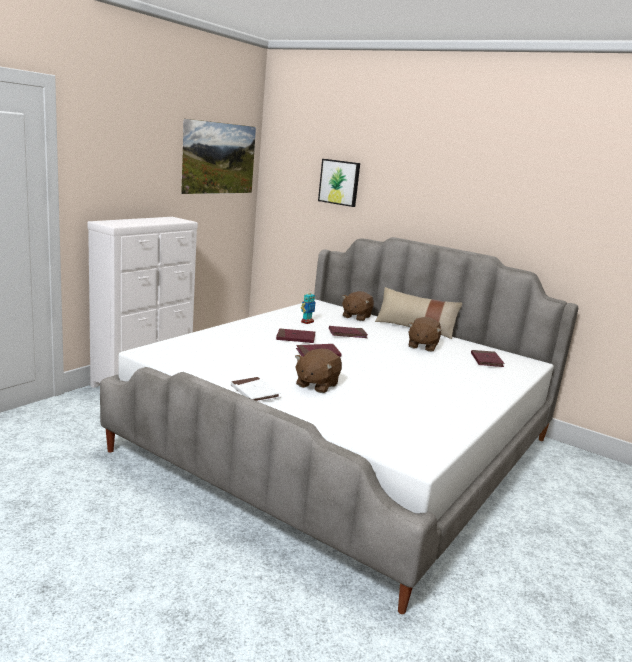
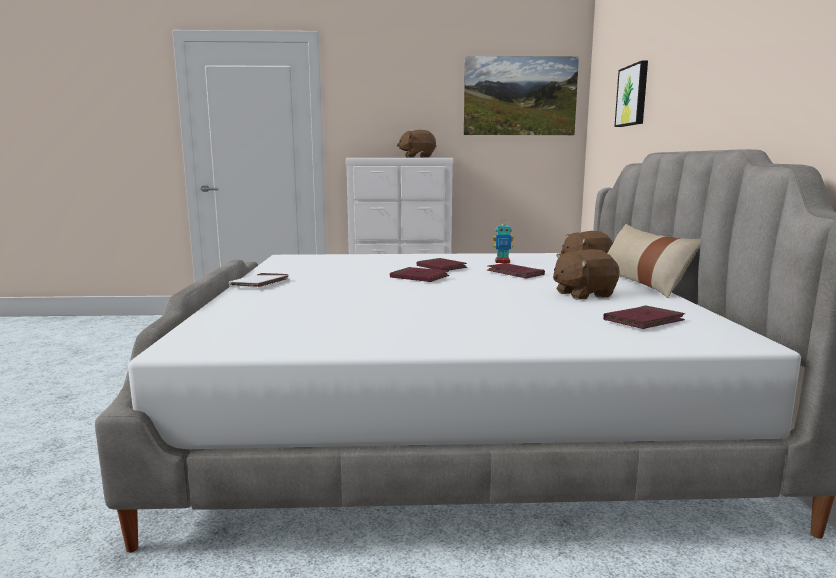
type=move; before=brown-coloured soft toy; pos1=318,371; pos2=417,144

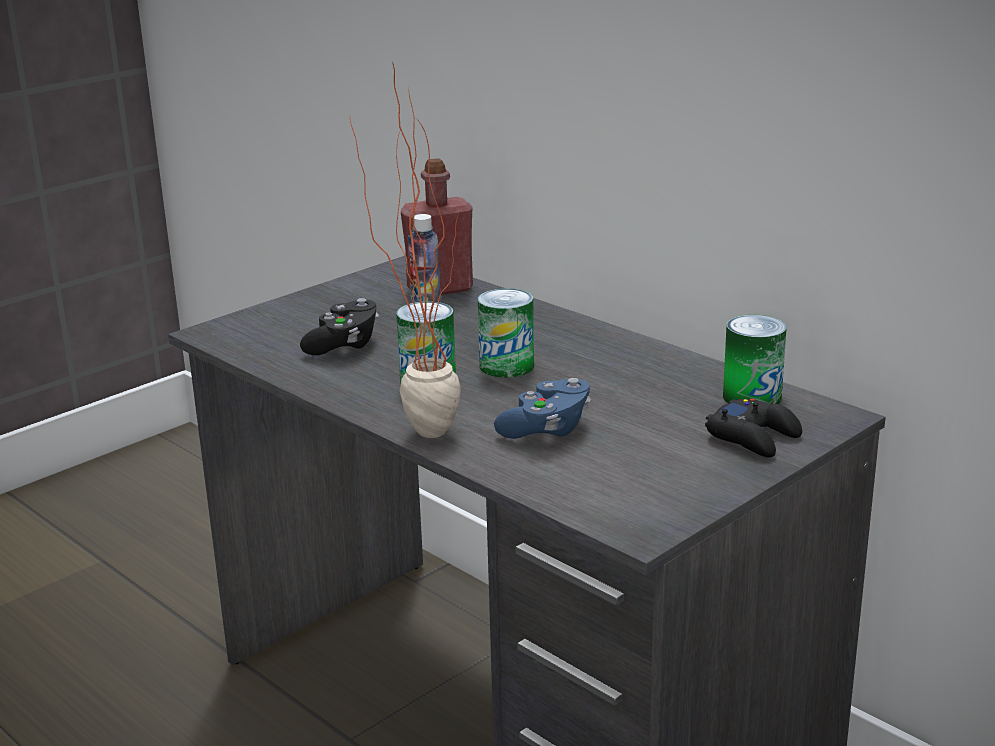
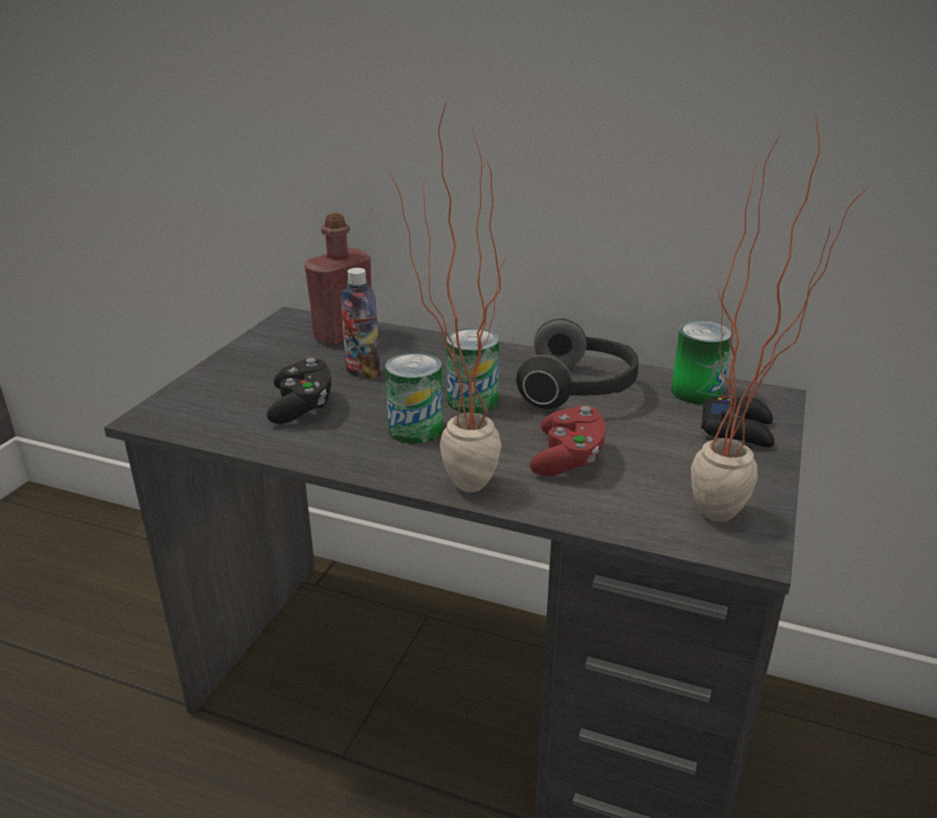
type=insert; after=pair of headphones; pos2=577,363
type=recolor; before=blue-coloured game controller; after=reddish game controller; pos1=542,408; pos2=567,441
type=insert; after=potted plant; pos2=779,319

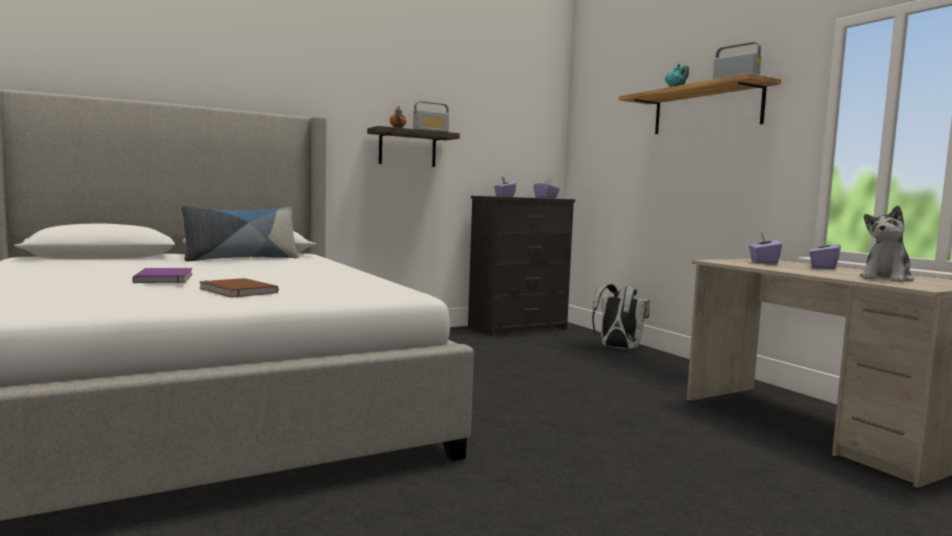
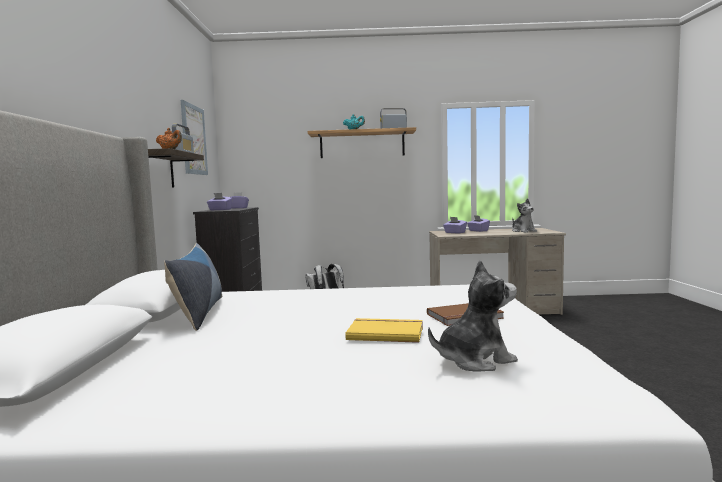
type=insert; after=picture; pos2=194,137
type=recolor; before=purple bound book; after=yellow bound book; pos1=162,275; pos2=384,330
type=insert; after=soft toy; pos2=473,316

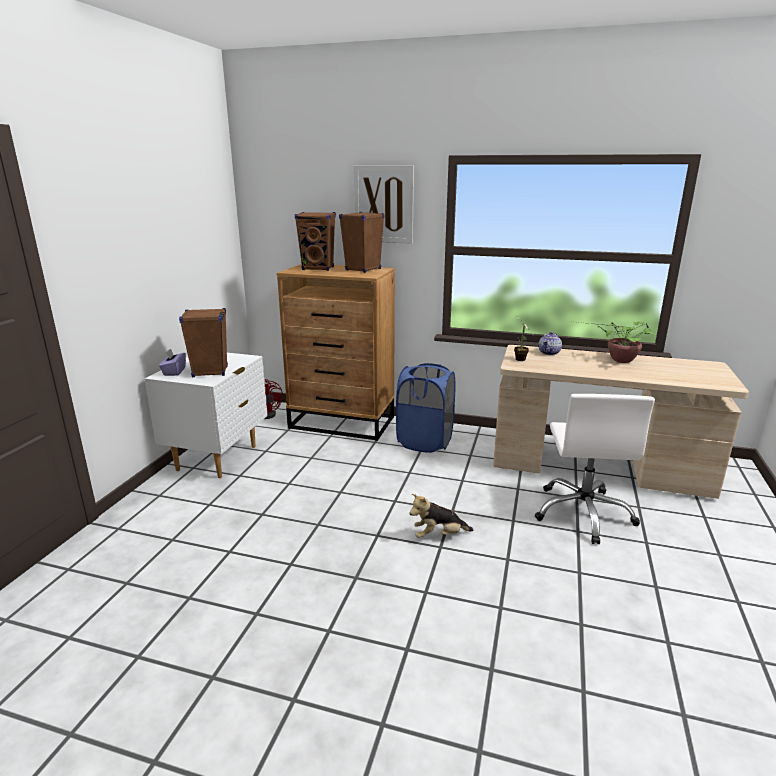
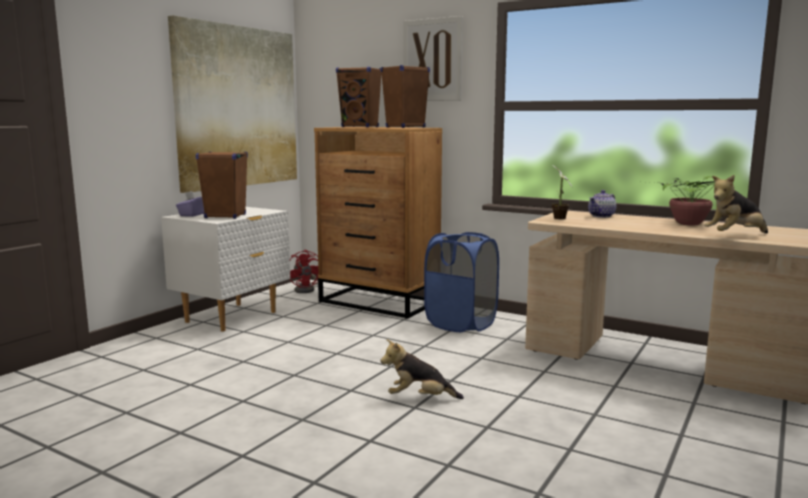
type=insert; after=picture; pos2=232,104
type=insert; after=soft toy; pos2=736,204
type=delete; before=whitish computer chair; pos1=595,469

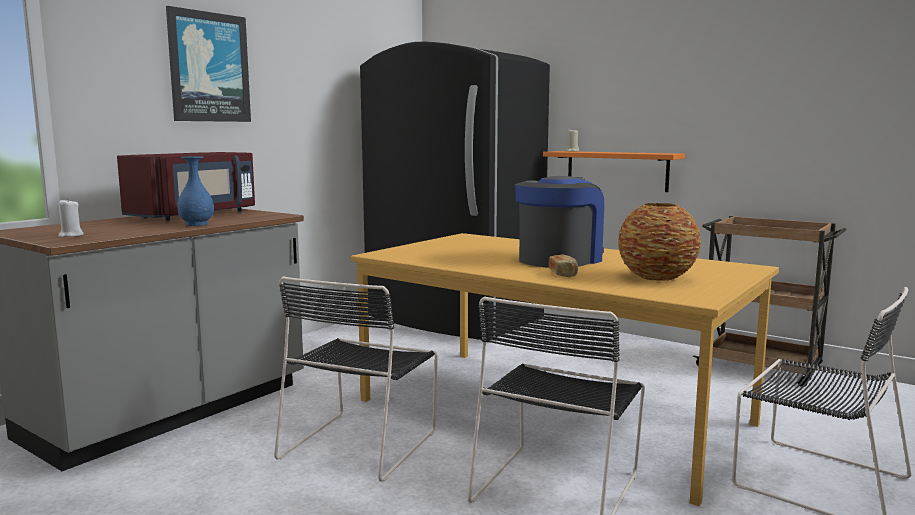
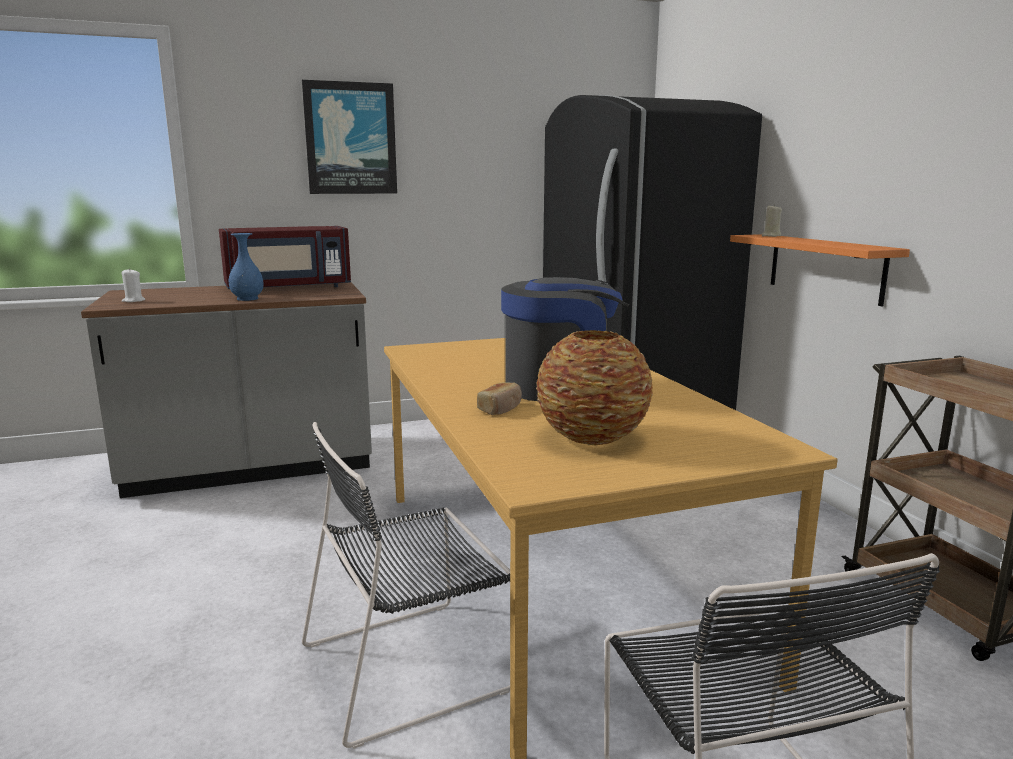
type=delete; before=blackish upright chair; pos1=356,379

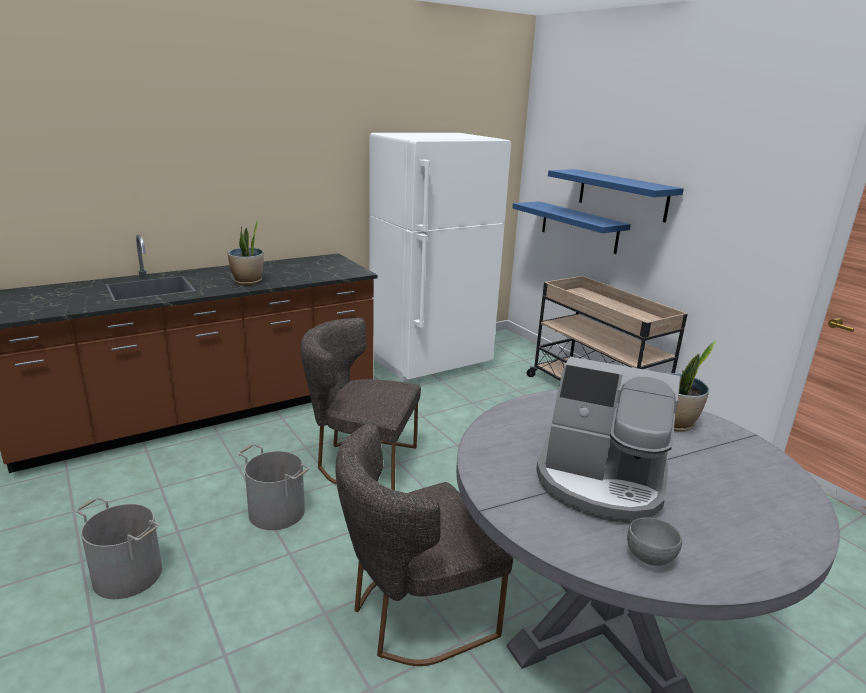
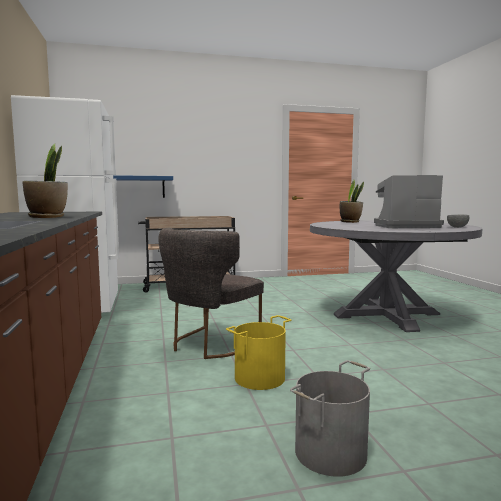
type=recolor; before=grey pail; after=yellow pail; pos1=274,487; pos2=258,352
type=rotate; before=coffee brewer; pos1=608,440; pos2=409,201; turn=-135
type=delete; before=grey upright chair; pos1=424,545
type=delete; before=blue-coloured shelf; pos1=616,196

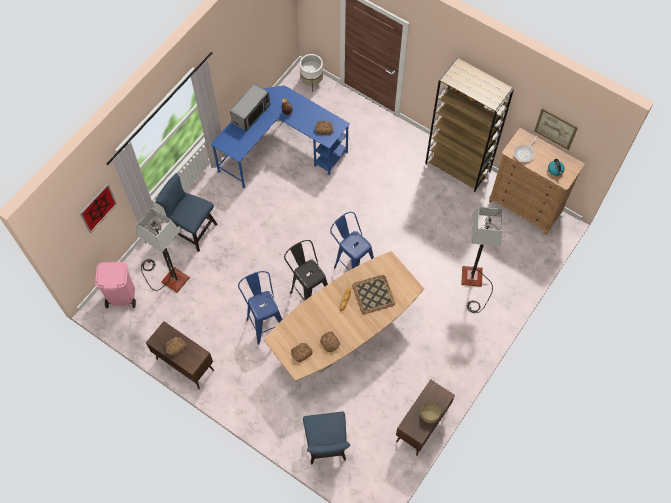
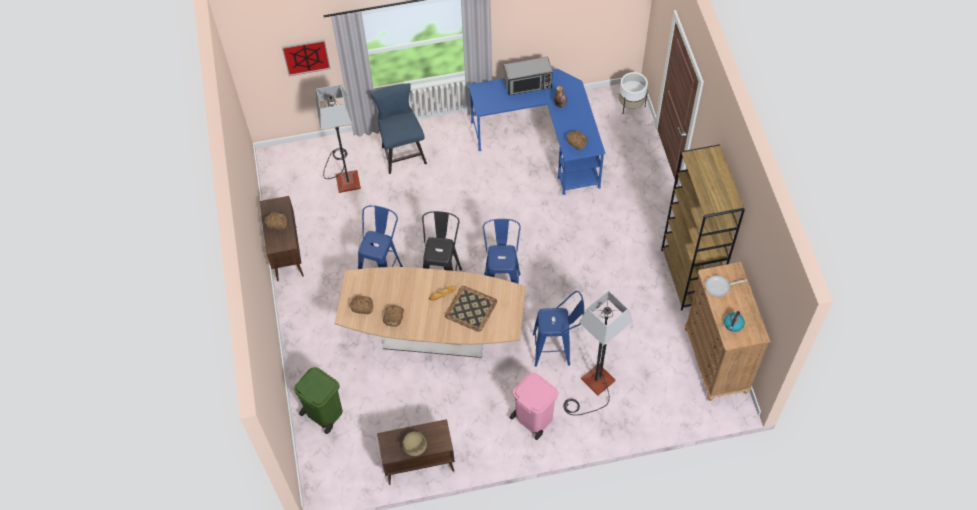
type=replace; before=blue-coloured upright chair; after=greenish trash can; pos1=326,438; pos2=318,400
type=move; before=pinkish trash can; pos1=115,285; pos2=534,406
type=insert; after=blue-coloured sitting stool; pos2=558,329
type=delete; before=picture; pos1=556,129

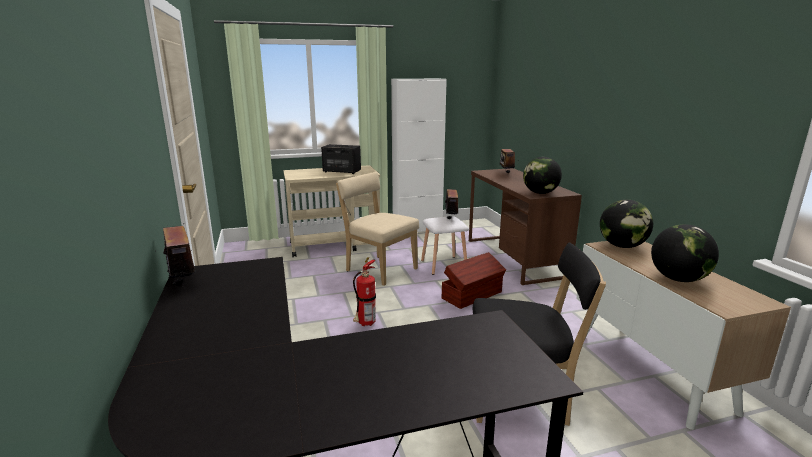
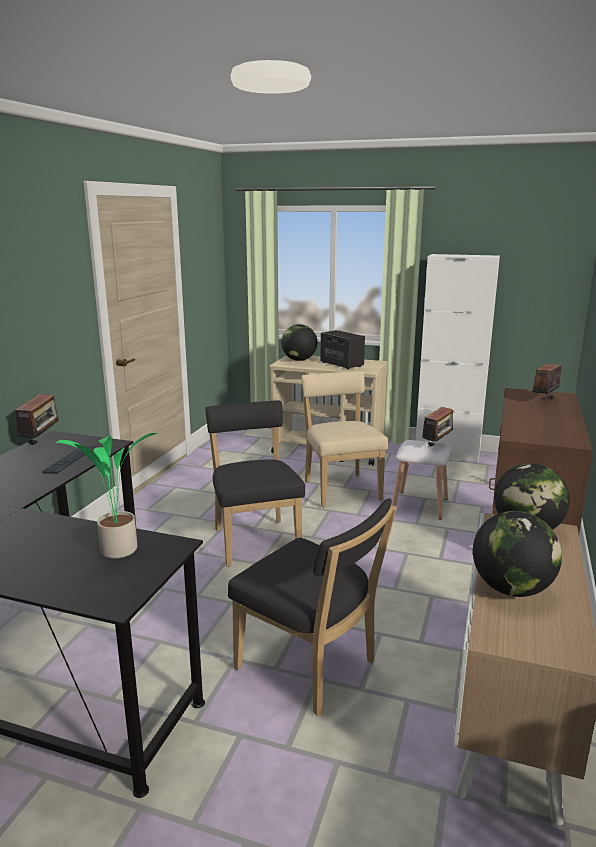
type=insert; after=computer keyboard; pos2=69,460
type=insert; after=potted plant; pos2=106,496
type=replace; before=extinguisher; after=blackish upright chair; pos1=364,291; pos2=255,484
type=move; before=desk globe; pos1=542,175; pos2=299,342
type=delete; before=brown-coloured storage bin; pos1=474,280

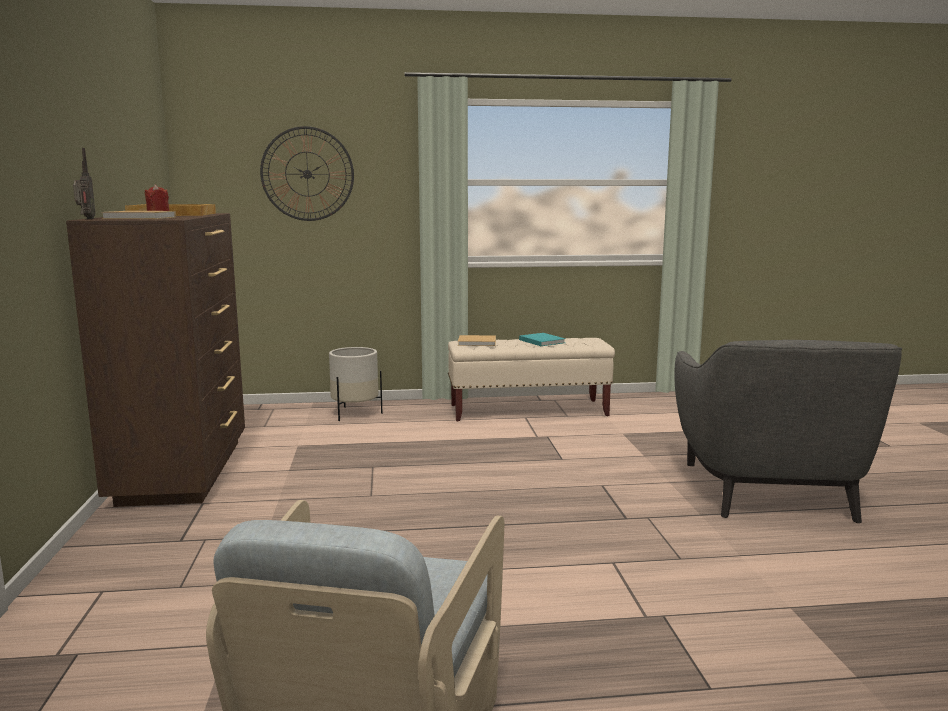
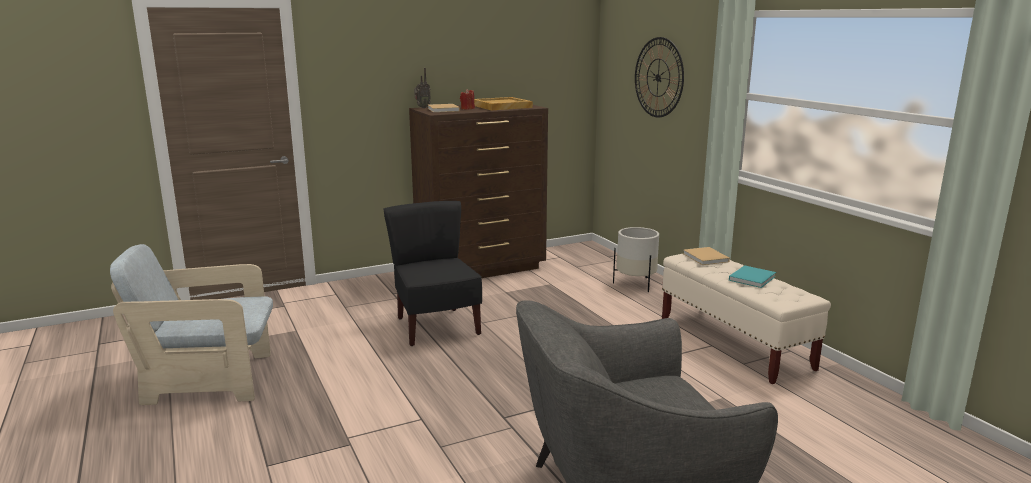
type=insert; after=blackish upright chair; pos2=432,273

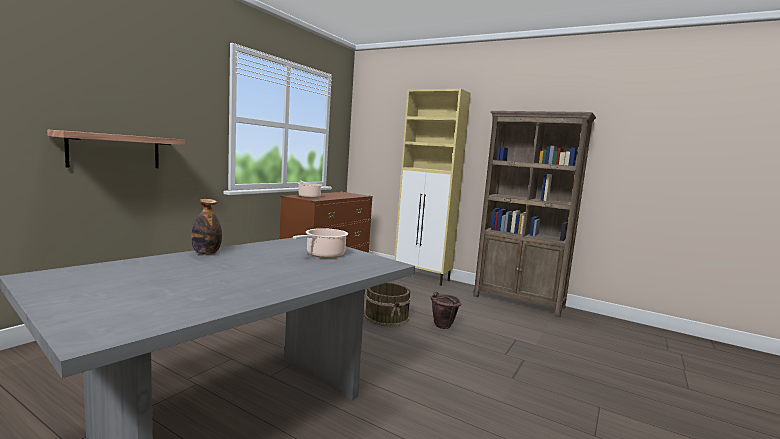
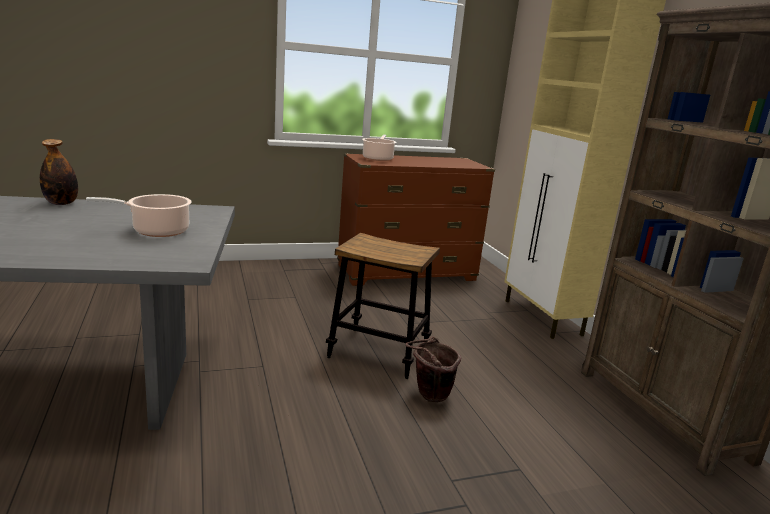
type=replace; before=brown-coloured pail; after=sitting stool; pos1=387,304; pos2=383,306
type=delete; before=shelf; pos1=116,149

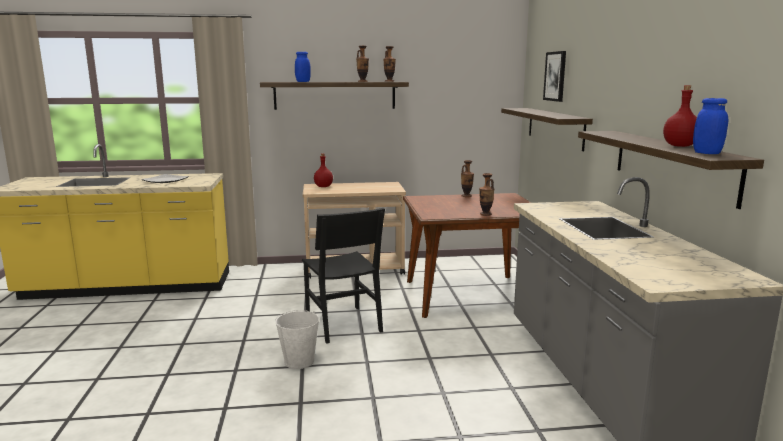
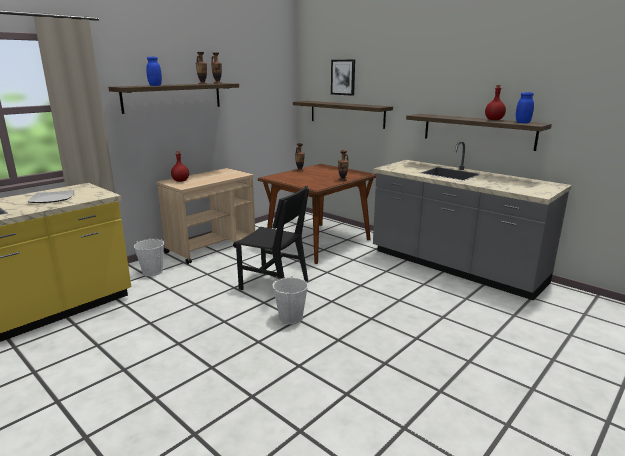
type=insert; after=whitish pail; pos2=149,257

